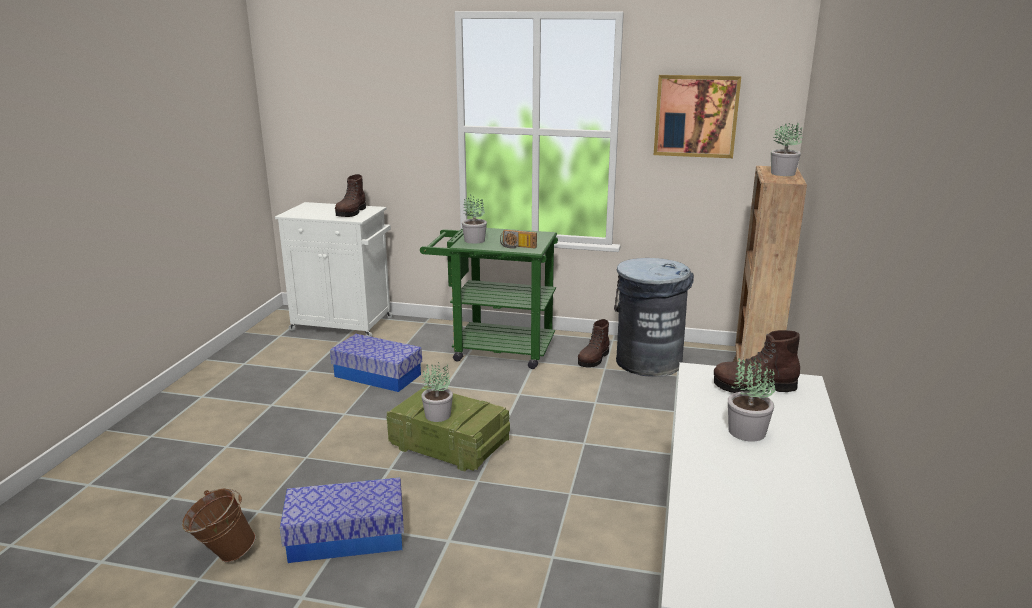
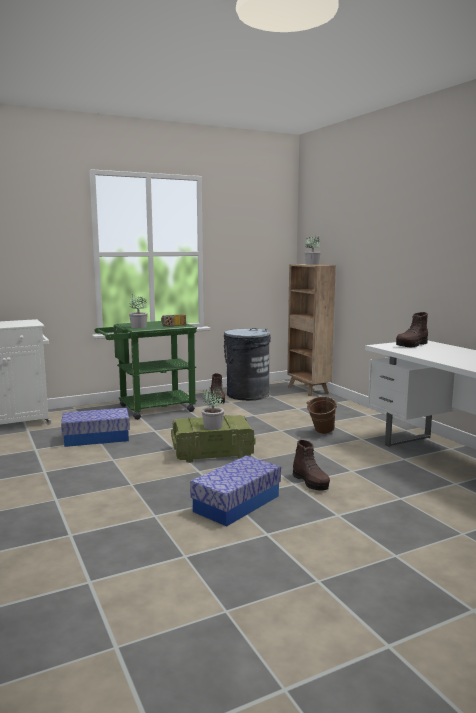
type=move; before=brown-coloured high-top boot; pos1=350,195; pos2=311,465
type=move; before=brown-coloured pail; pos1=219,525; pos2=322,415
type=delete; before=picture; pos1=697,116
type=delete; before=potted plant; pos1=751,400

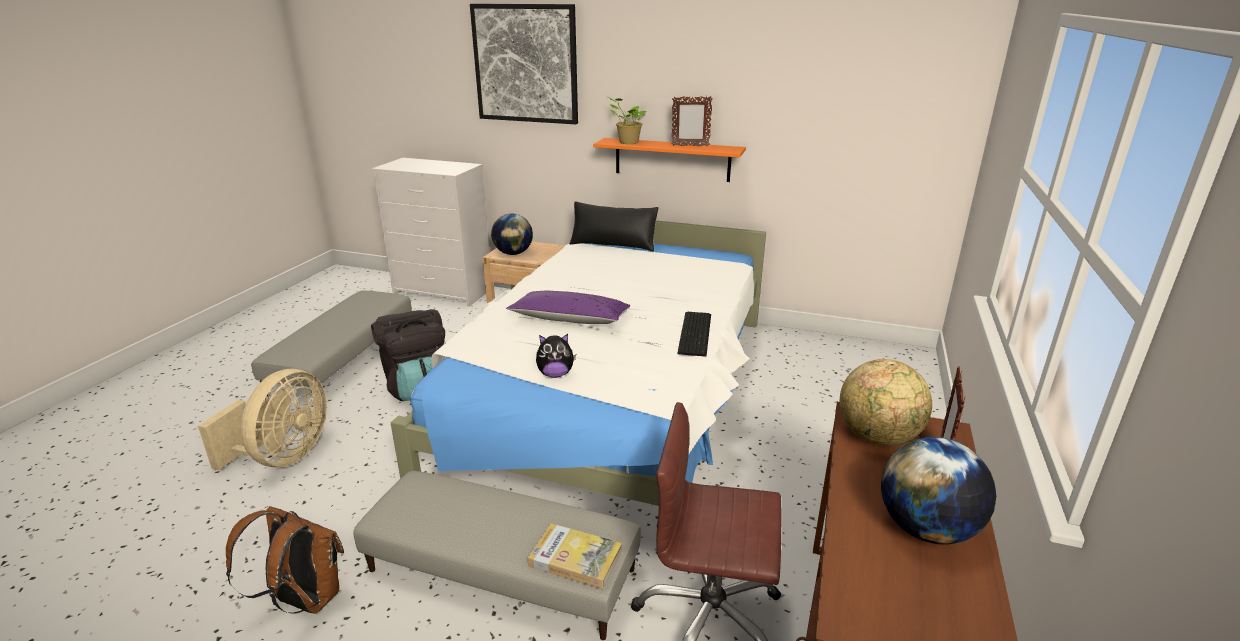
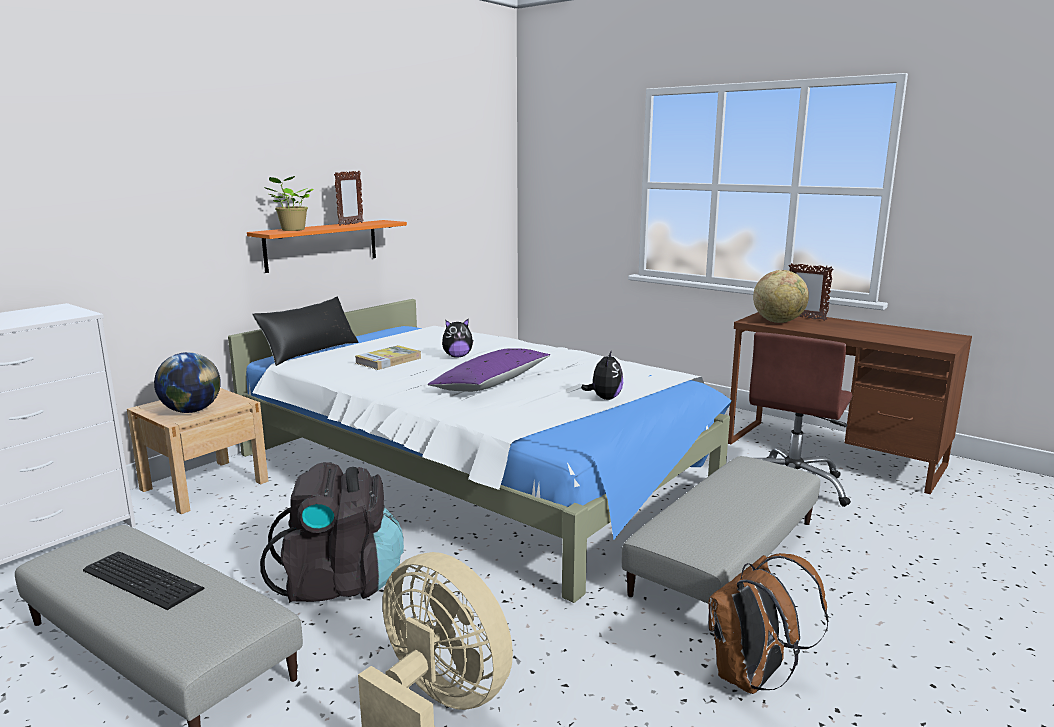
type=move; before=computer keyboard; pos1=694,334; pos2=143,581
type=move; before=bound book; pos1=575,556; pos2=388,357
type=insert; after=soft toy; pos2=457,338
type=delete; before=picture; pos1=524,64
type=delete; before=desk globe; pos1=938,491

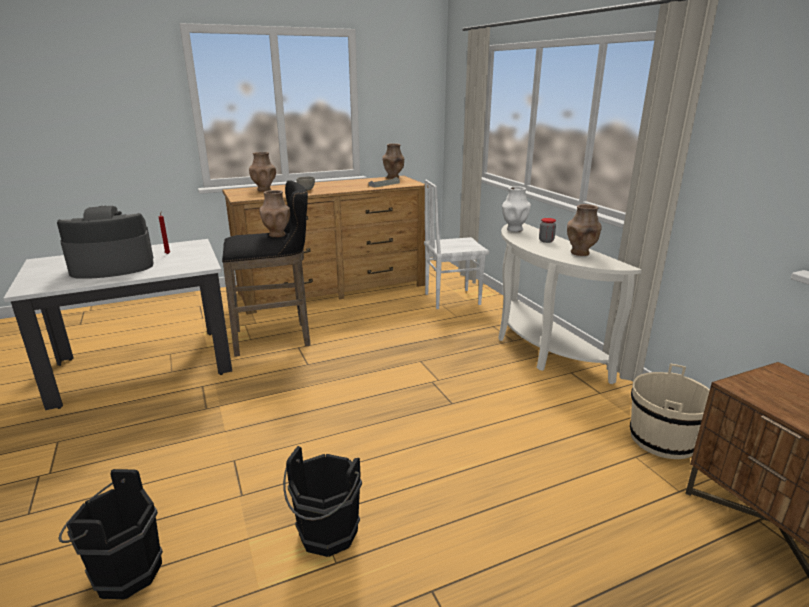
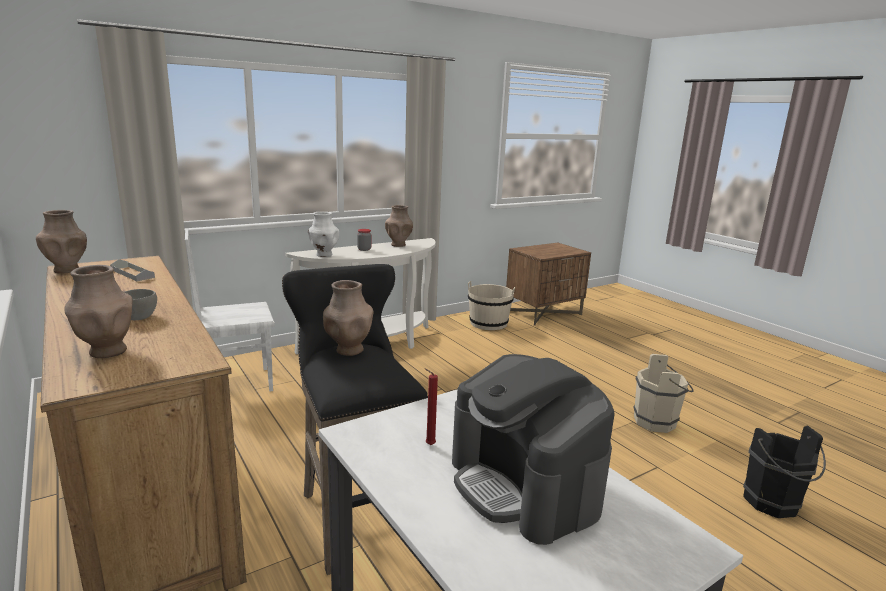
type=rotate; before=whitish upright chair; pos1=456,244; pos2=230,310; turn=90
type=recolor; before=blackish pail; after=beige pail; pos1=322,501; pos2=663,393

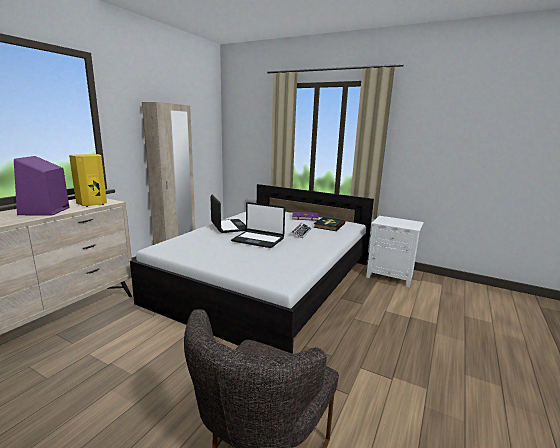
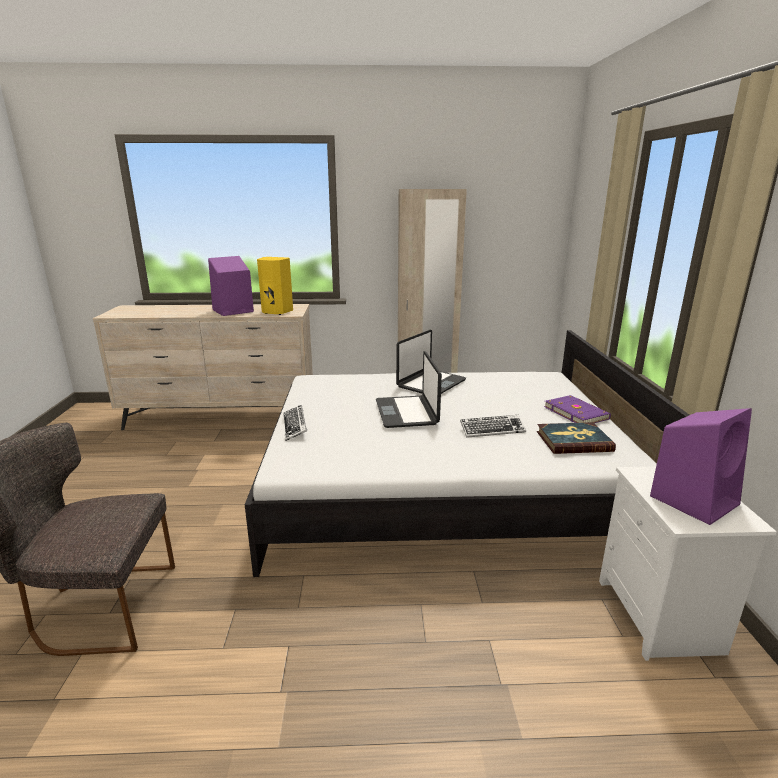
type=insert; after=computer keyboard; pos2=295,423
type=insert; after=purple audio speaker; pos2=701,466

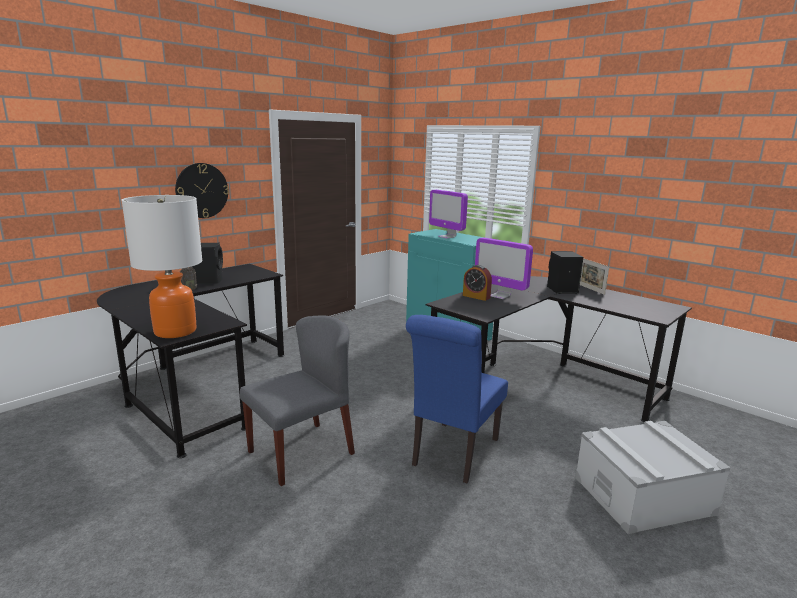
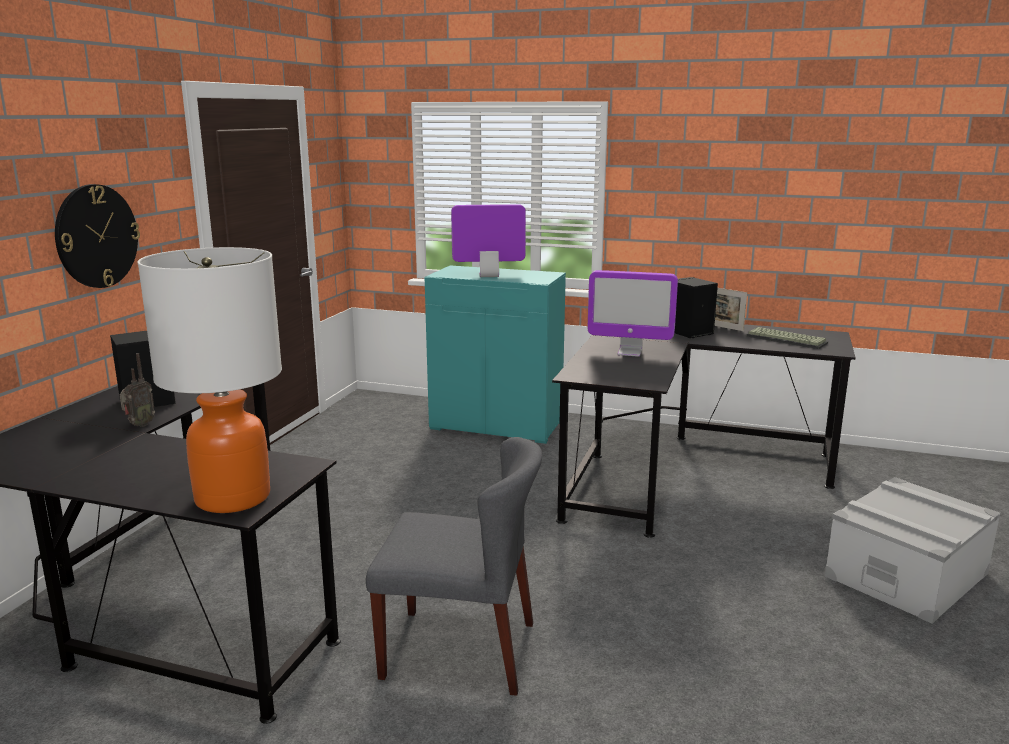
type=rotate; before=grey upright chair; pos1=297,400; pos2=454,566; turn=75
type=rotate; before=computer screen; pos1=448,214; pos2=488,240; turn=150
type=insert; after=computer keyboard; pos2=787,338
type=delete; before=blue-coloured upright chair; pos1=457,399
type=delete; before=table clock; pos1=477,283

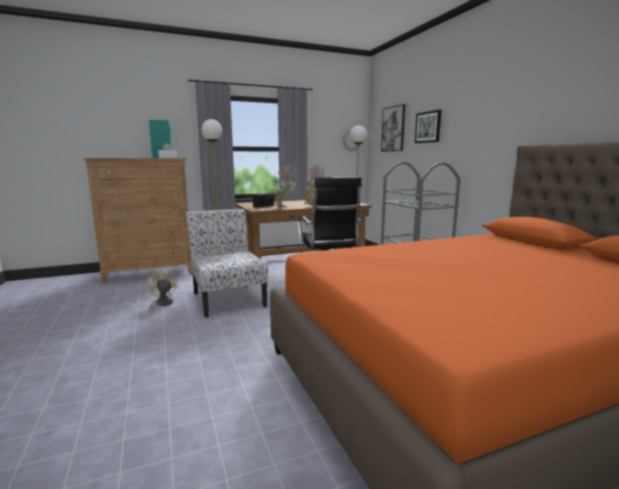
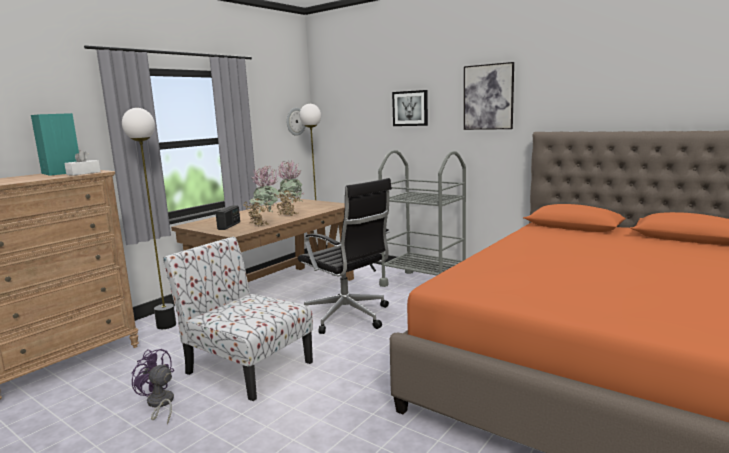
type=recolor; before=beige electric fan; after=purple electric fan; pos1=162,291; pos2=152,386
type=move; before=picture; pos1=393,128; pos2=489,96

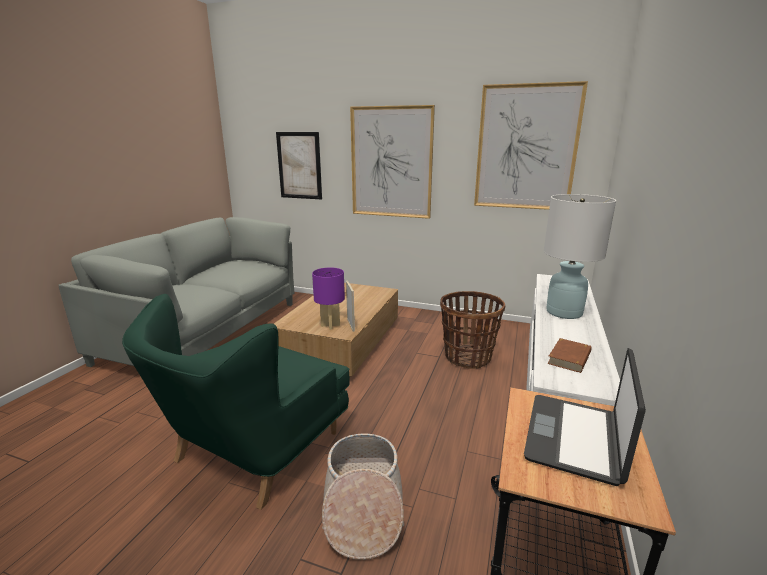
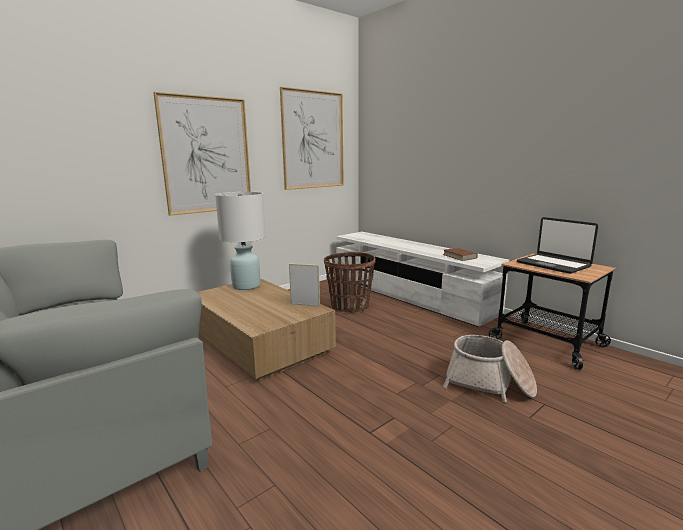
type=move; before=whitish tabletop lamp; pos1=580,256; pos2=240,241
type=delete; before=greenish lounge chair; pos1=235,402
type=delete; before=picture; pos1=299,165
type=delete; before=purple tabletop lamp; pos1=328,298

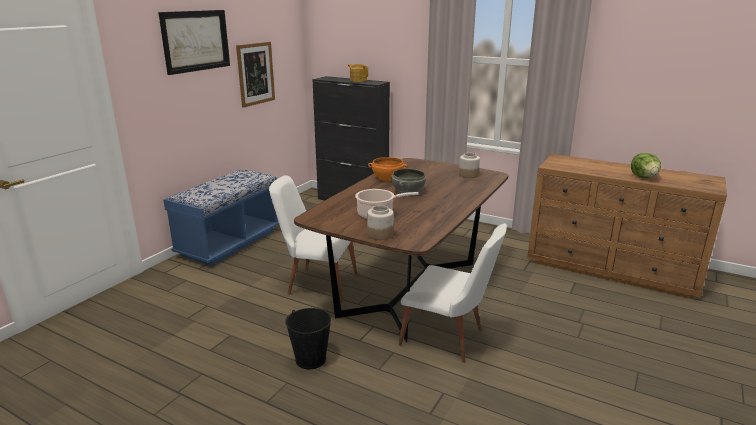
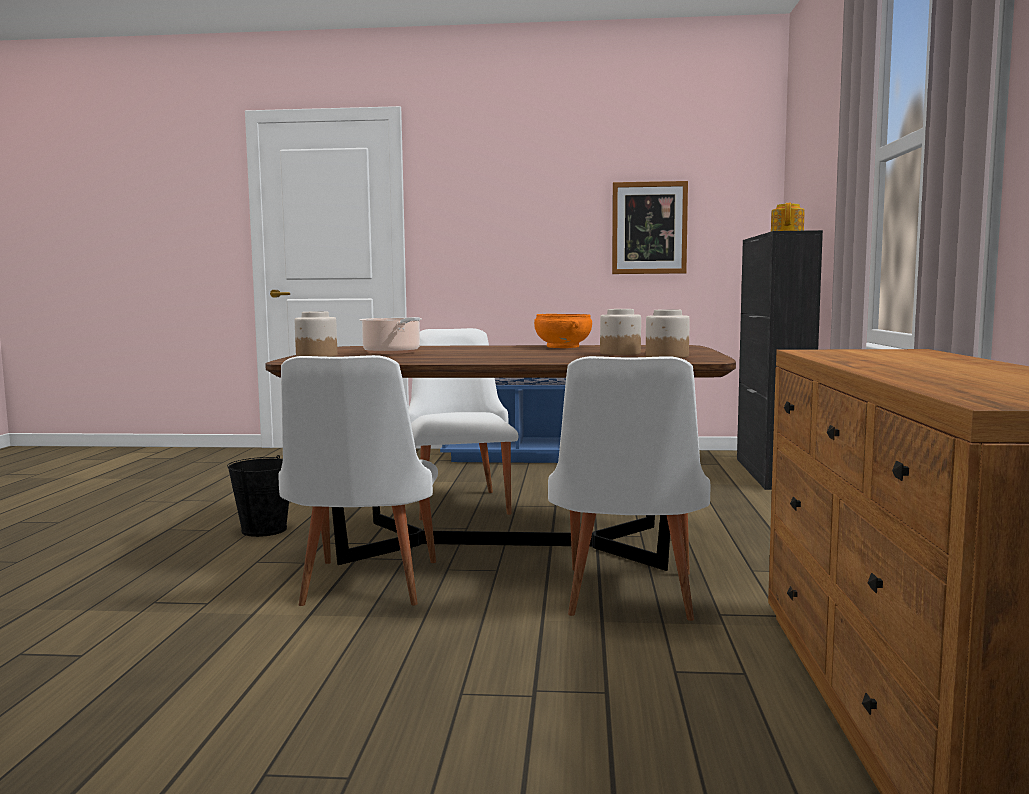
type=insert; after=whitish upright chair; pos2=629,488
type=insert; after=preserve jar; pos2=620,332
type=delete; before=picture; pos1=194,42
type=delete; before=grey serving bowl; pos1=408,181
type=delete; before=head of lettuce; pos1=646,165

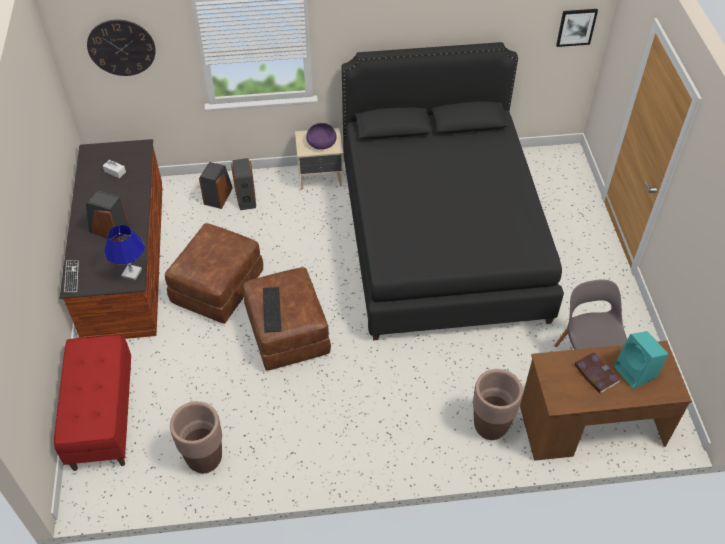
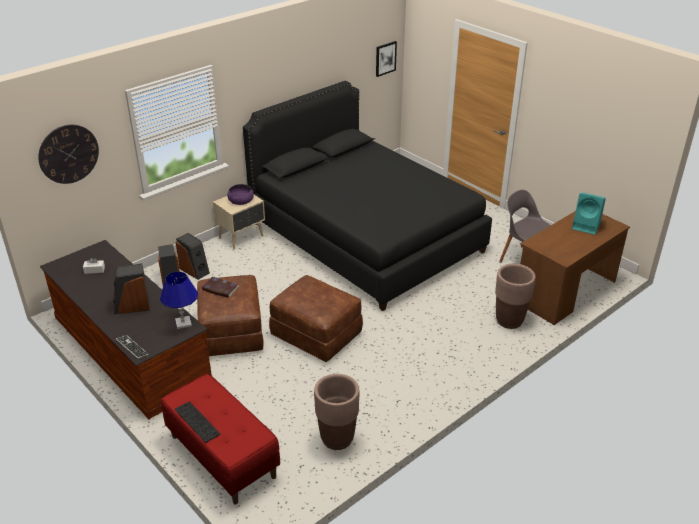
type=move; before=computer keyboard; pos1=272,310; pos2=198,422
type=move; before=bound book; pos1=597,372; pos2=220,287

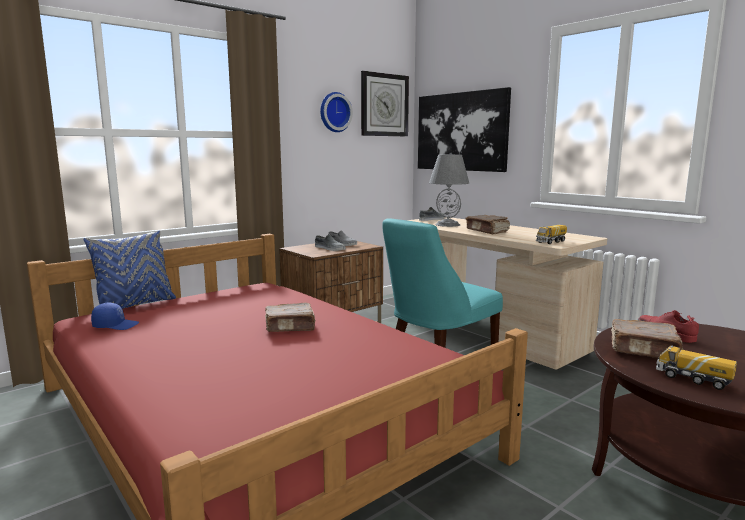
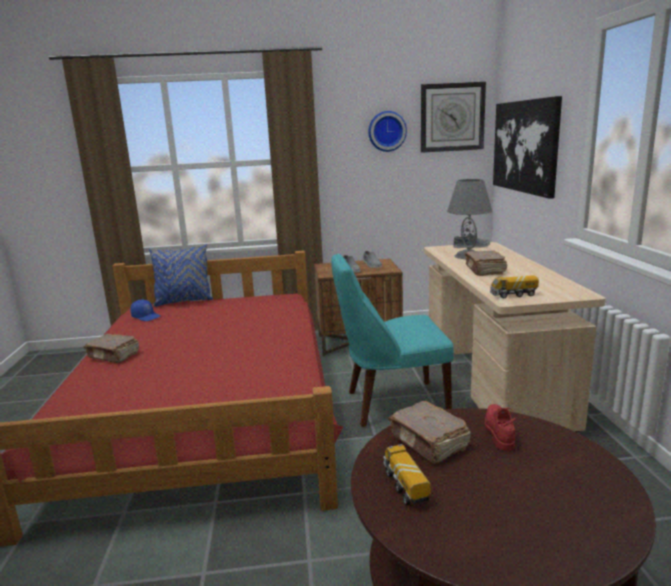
type=move; before=brown-coloured bound book; pos1=290,317; pos2=111,348

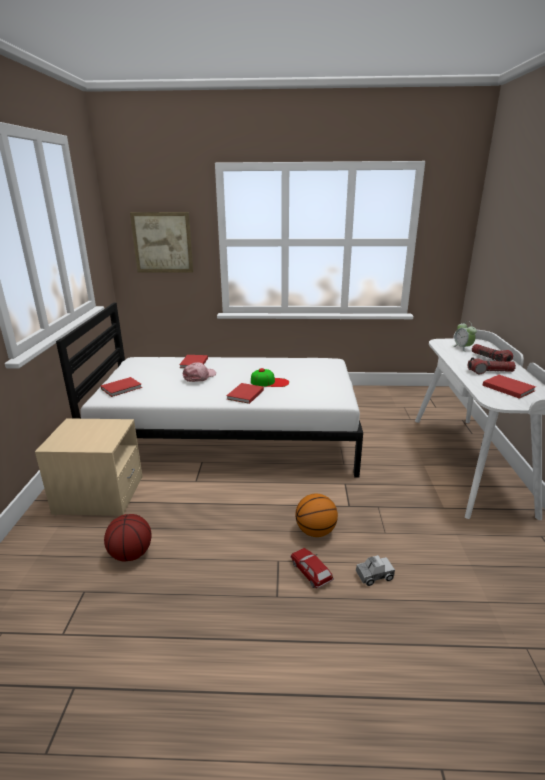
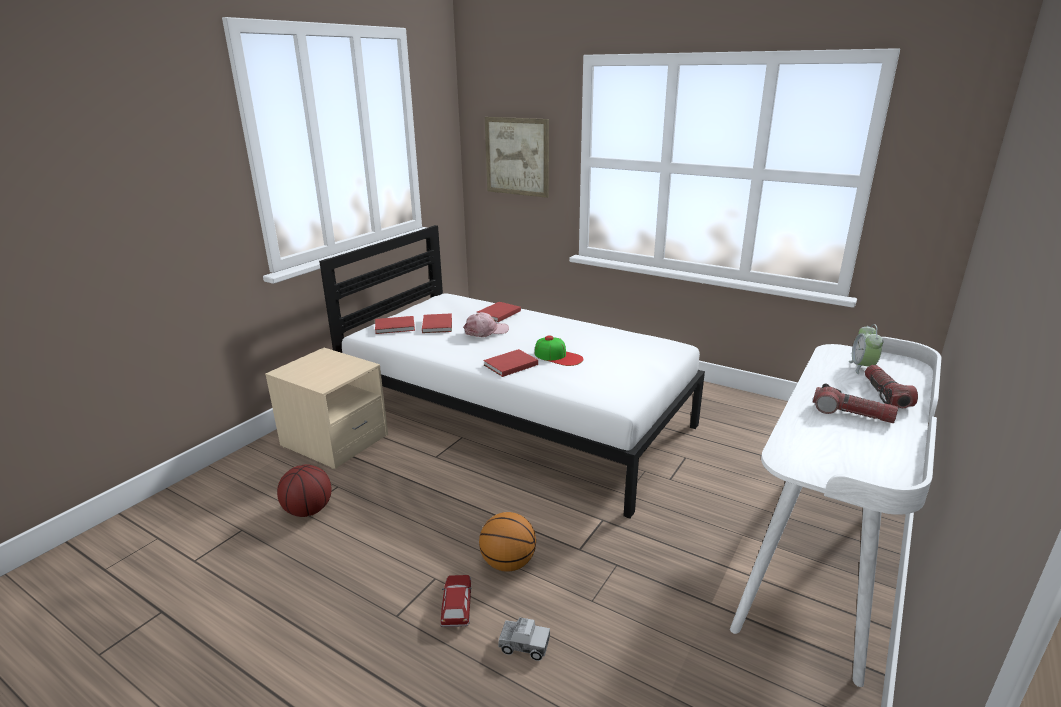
type=move; before=reddish bound book; pos1=509,387; pos2=437,323

